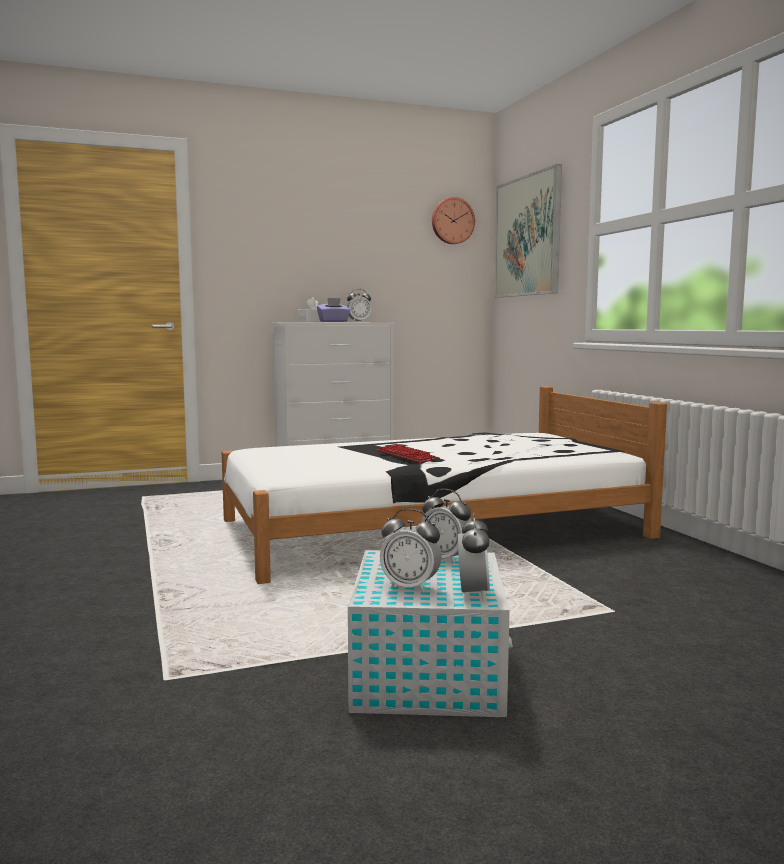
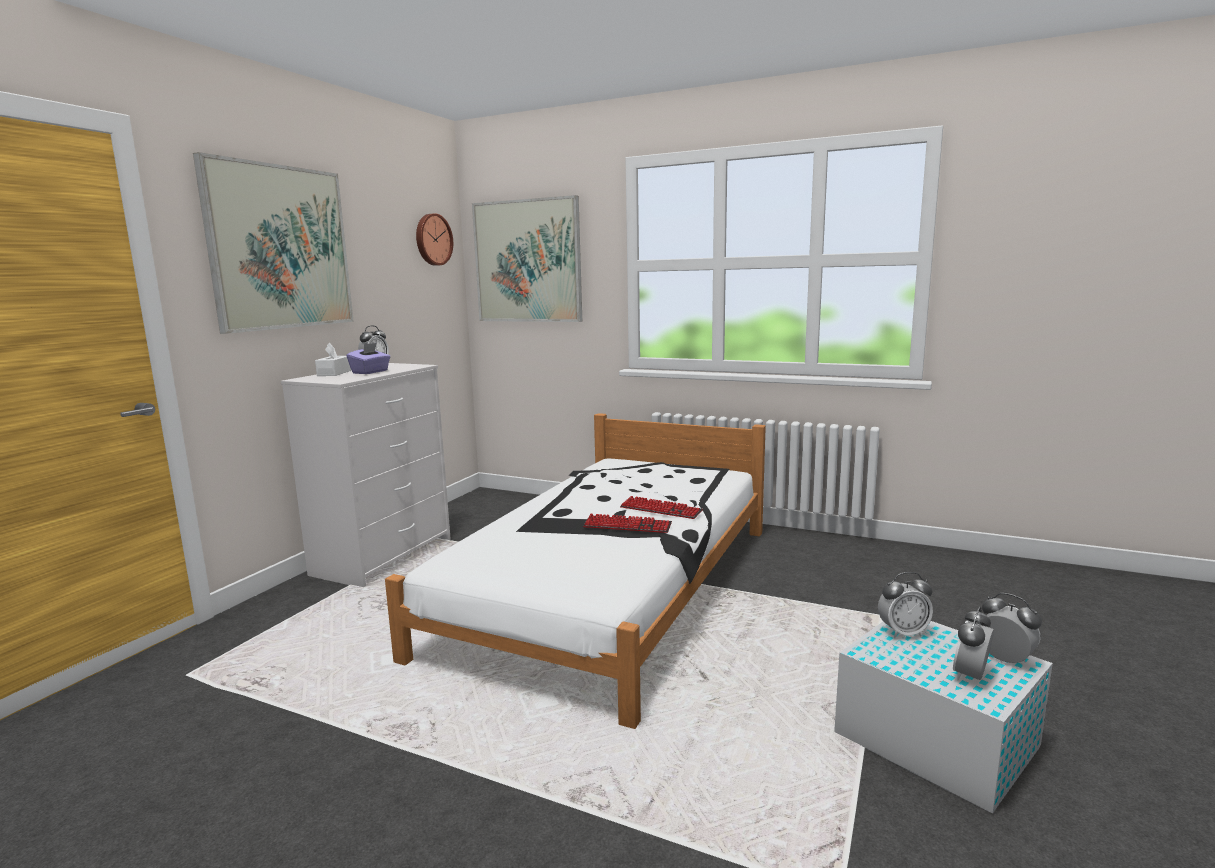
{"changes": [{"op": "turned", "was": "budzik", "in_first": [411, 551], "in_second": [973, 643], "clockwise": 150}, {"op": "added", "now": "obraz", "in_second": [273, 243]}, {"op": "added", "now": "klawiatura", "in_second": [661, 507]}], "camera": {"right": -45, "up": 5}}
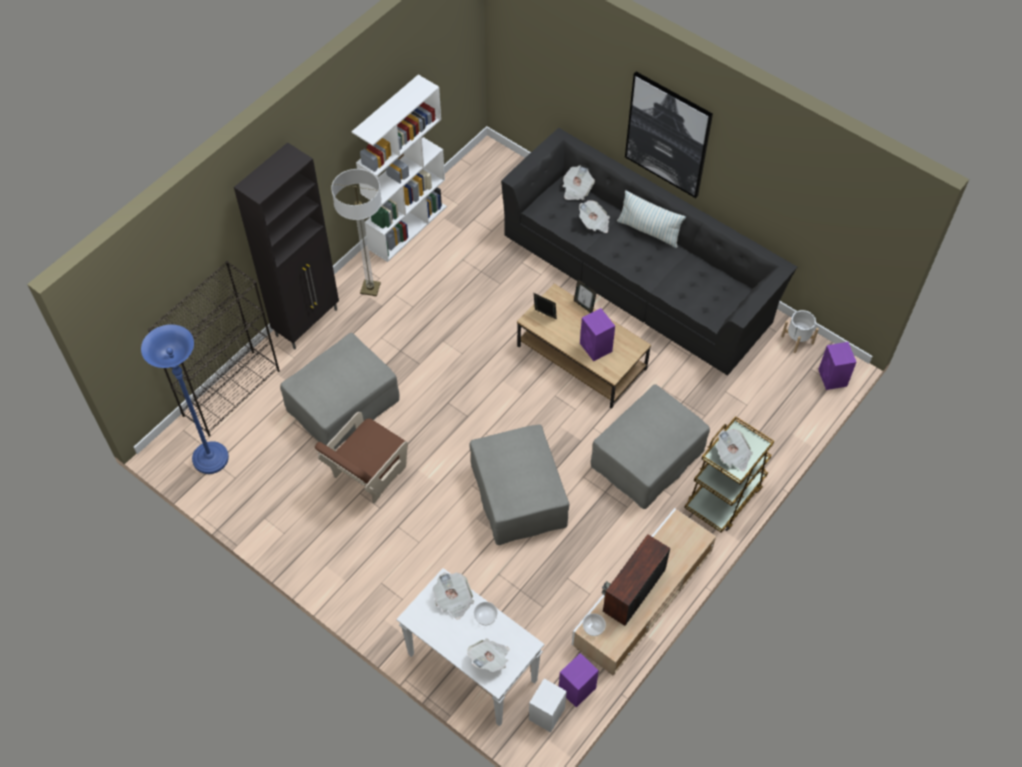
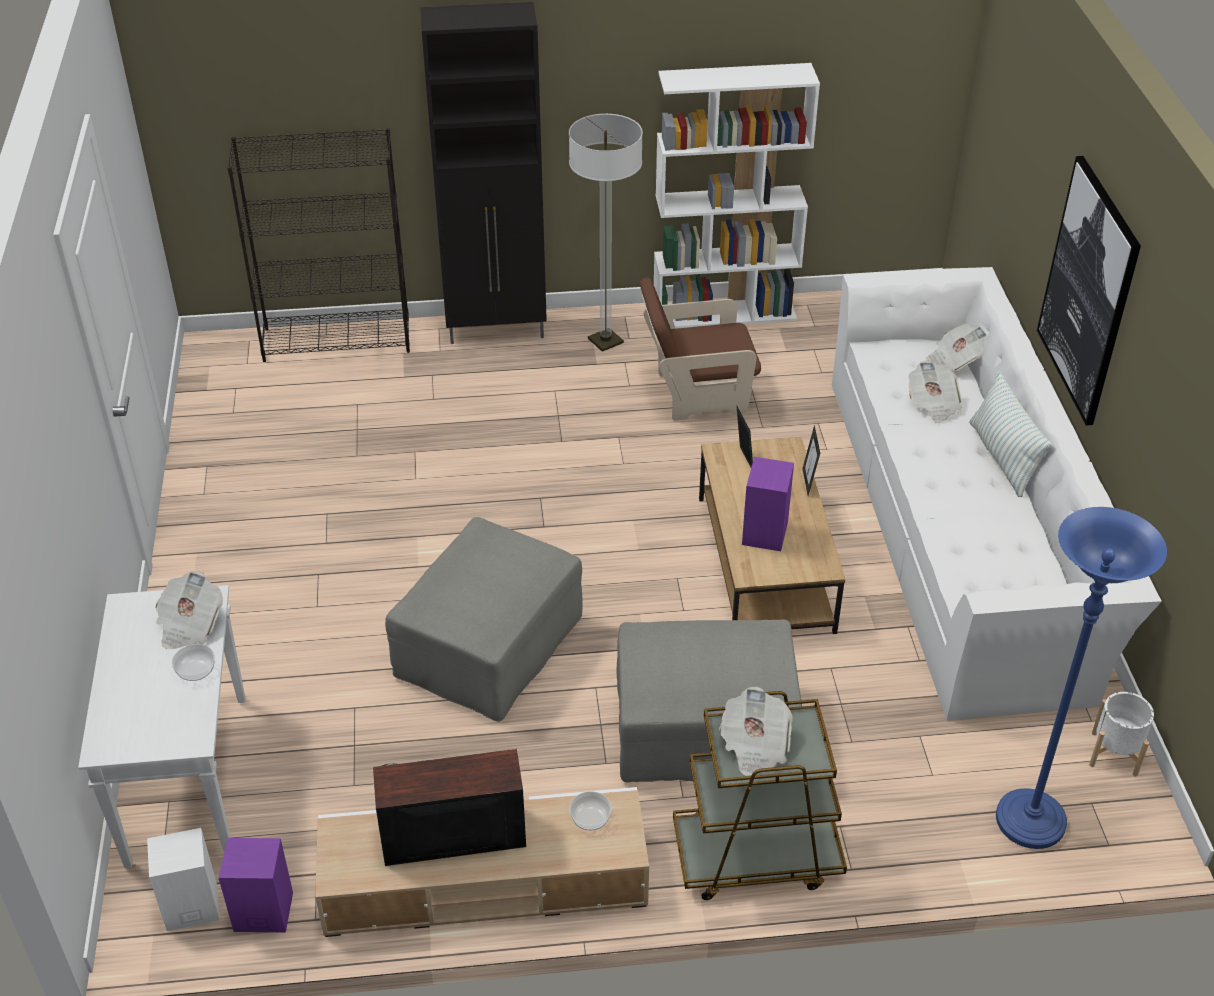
{"changes": [{"op": "recoloured", "was": "kanapa (czarny)", "now": "kanapa (biały)", "in_first": [649, 252], "in_second": [997, 493]}, {"op": "moved", "was": "lampa stojąca (niebieski)", "in_first": [185, 399], "in_second": [1081, 678]}, {"op": "removed", "was": "pufa (szary)", "in_first": [339, 391]}, {"op": "removed", "was": "głośnik (fioletowy)", "in_first": [837, 366]}, {"op": "moved", "was": "fotel (brązowy)", "in_first": [361, 458], "in_second": [700, 348]}, {"op": "moved", "was": "miska", "in_first": [594, 624], "in_second": [590, 810]}, {"op": "removed", "was": "gazeta", "in_first": [488, 655]}], "camera": {"right": 45, "up": -15}}
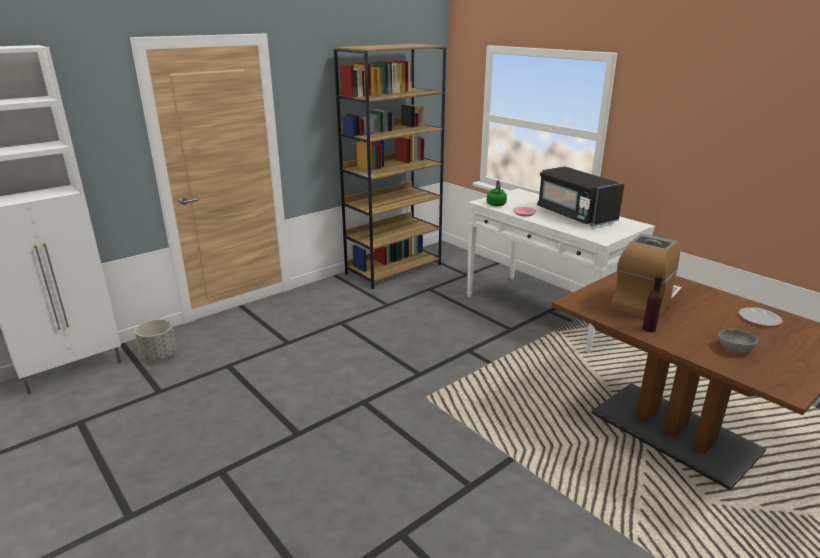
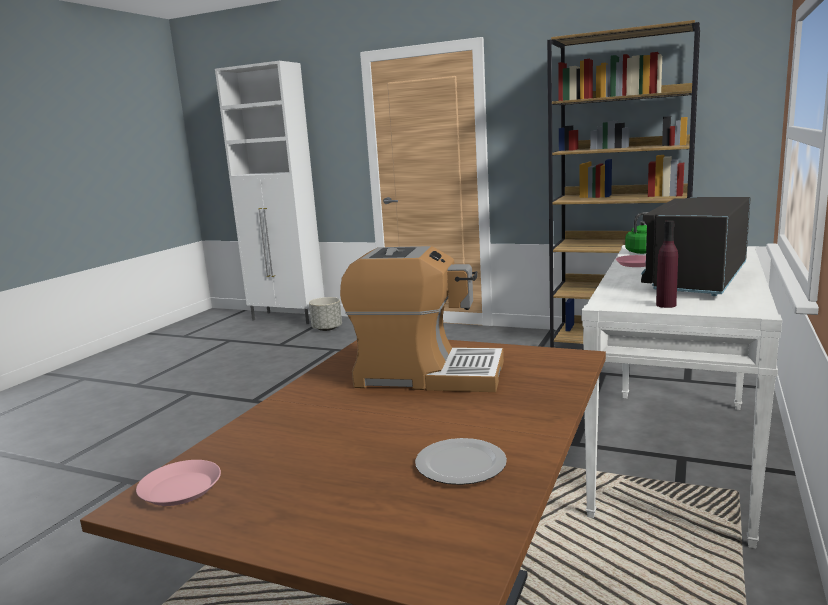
{"changes": [{"op": "moved", "was": "butelka (fioletowy)", "in_first": [652, 304], "in_second": [667, 264]}, {"op": "removed", "was": "miska (szary)", "in_first": [738, 341]}, {"op": "added", "now": "talerz (różowy)", "in_second": [178, 483]}], "camera": {"right": 65, "up": -10}}
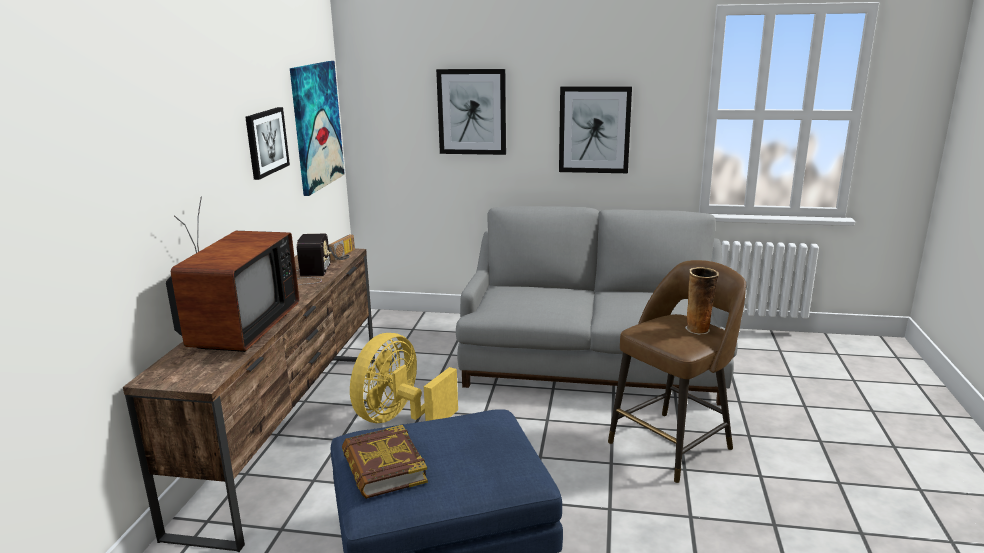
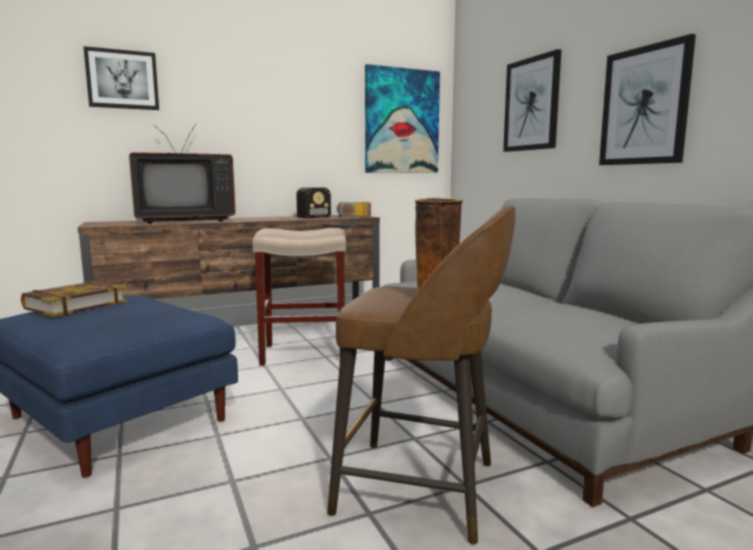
{"changes": [{"op": "moved", "was": "obraz", "in_first": [267, 143], "in_second": [121, 78]}, {"op": "replaced", "was": "wentylator (żółty)", "now": "stołek (beżowy)", "in_first": [404, 378], "in_second": [299, 296]}], "camera": {"right": 55, "up": -10}}
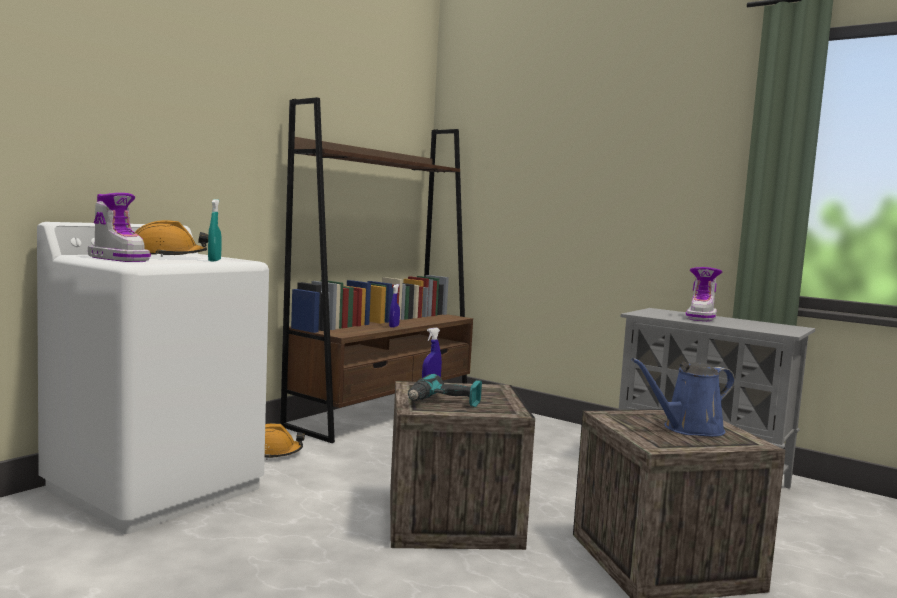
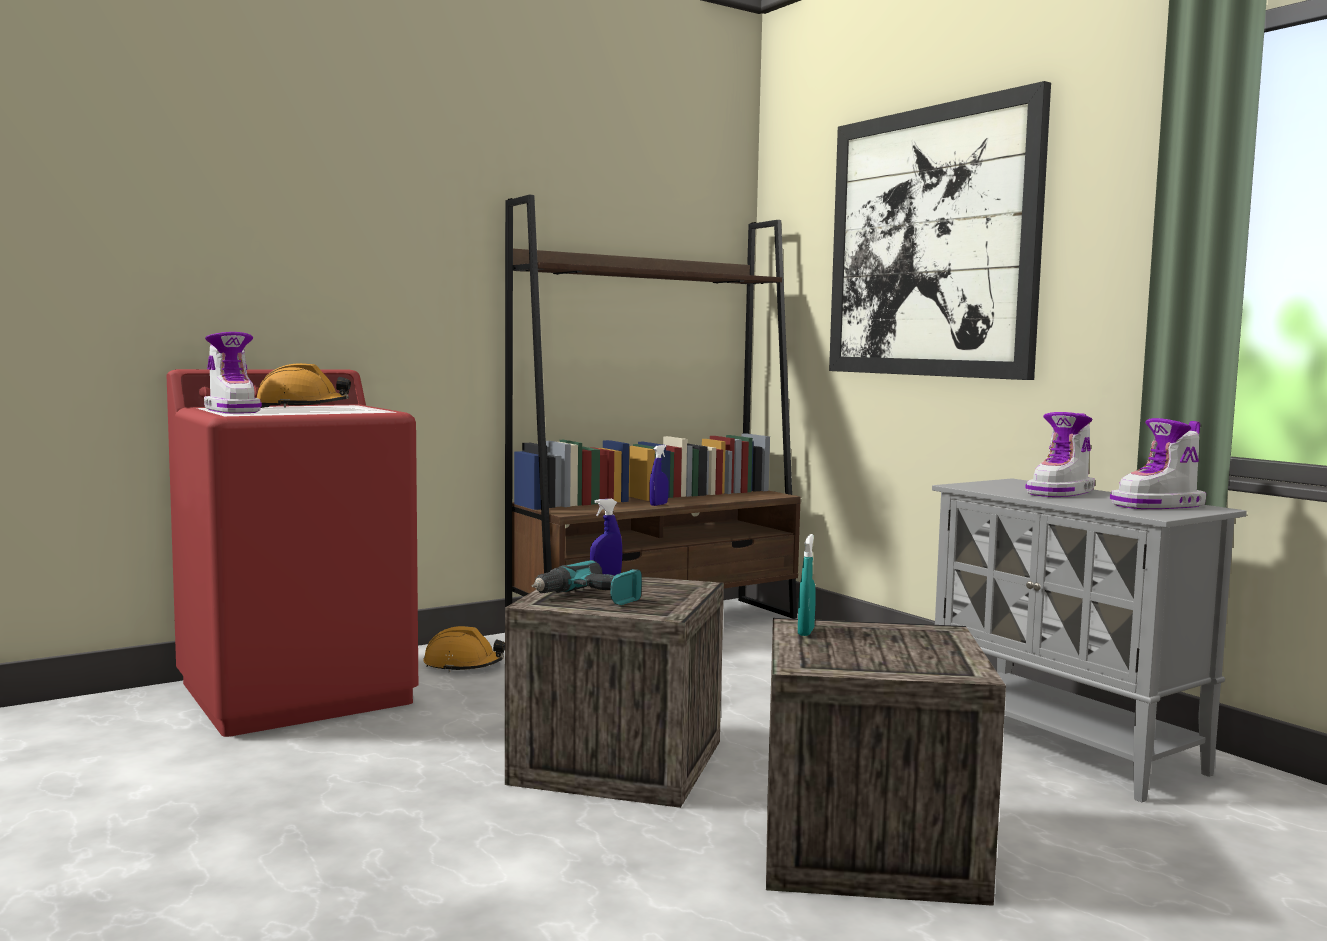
{"changes": [{"op": "moved", "was": "spryskiwacz (turkusowy)", "in_first": [215, 230], "in_second": [807, 585]}, {"op": "recoloured", "was": "pralka (biały)", "now": "pralka (czerwony)", "in_first": [153, 378], "in_second": [292, 553]}, {"op": "removed", "was": "konewka (niebieski)", "in_first": [683, 397]}, {"op": "added", "now": "obraz", "in_second": [940, 230]}, {"op": "added", "now": "but z cholewką", "in_second": [1158, 463]}], "camera": {"right": 20, "up": 0}}
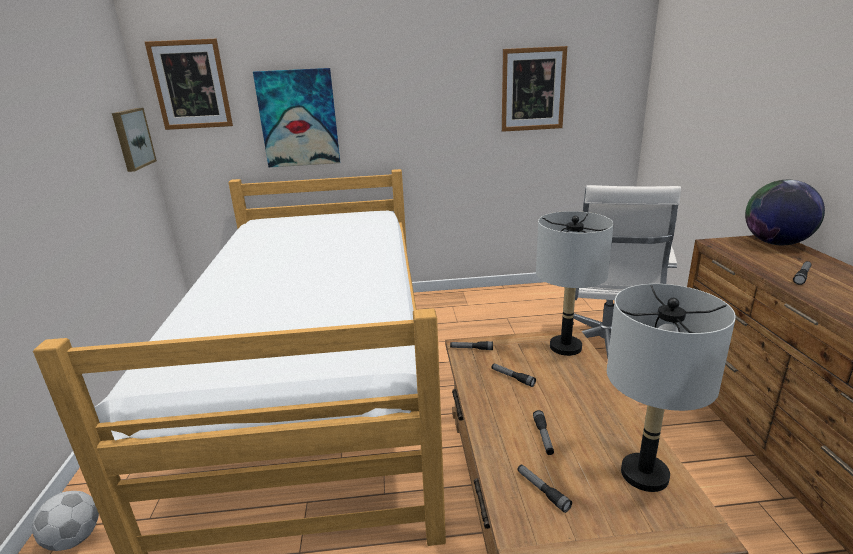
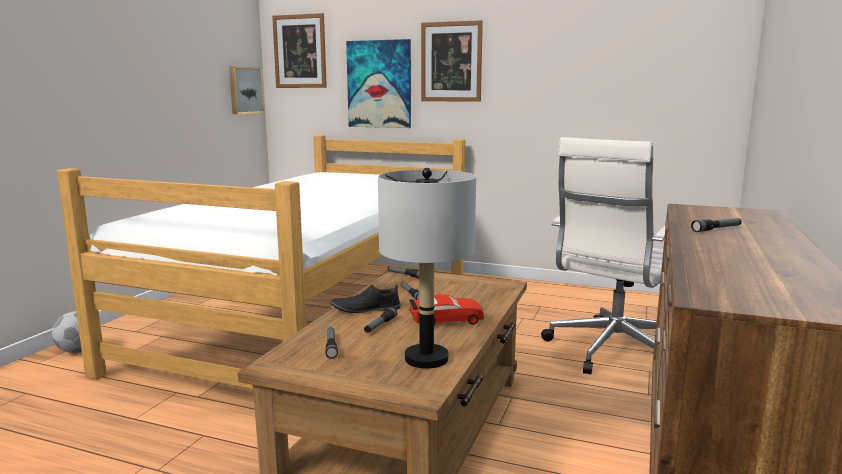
{"changes": [{"op": "moved", "was": "obraz", "in_first": [534, 89], "in_second": [452, 61]}, {"op": "removed", "was": "globus", "in_first": [785, 212]}, {"op": "removed", "was": "lampa stołowa (szary)", "in_first": [575, 283]}, {"op": "added", "now": "but (czarny)", "in_second": [365, 299]}, {"op": "added", "now": "samochodzik (czerwony)", "in_second": [446, 309]}], "camera": {"right": 25, "up": -10}}
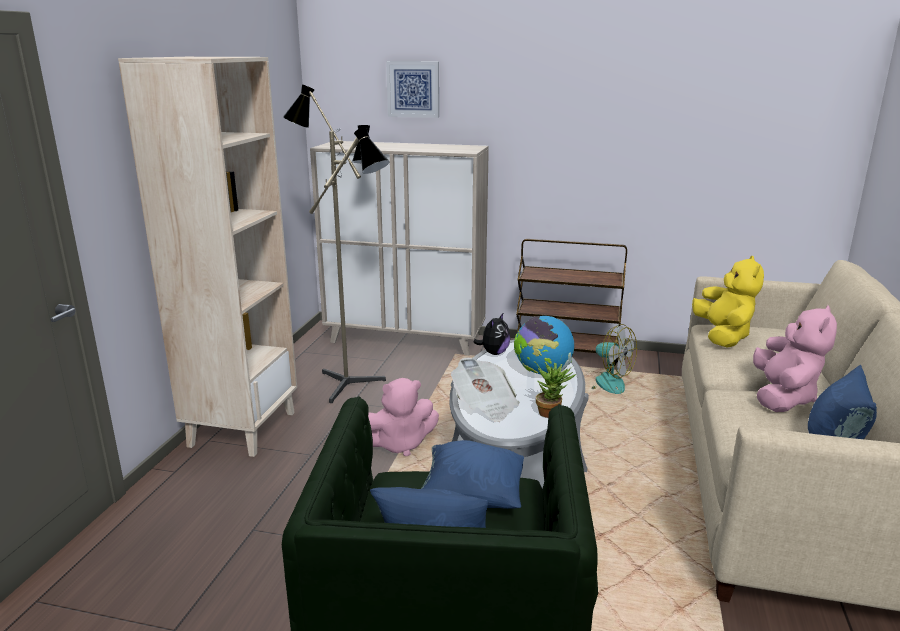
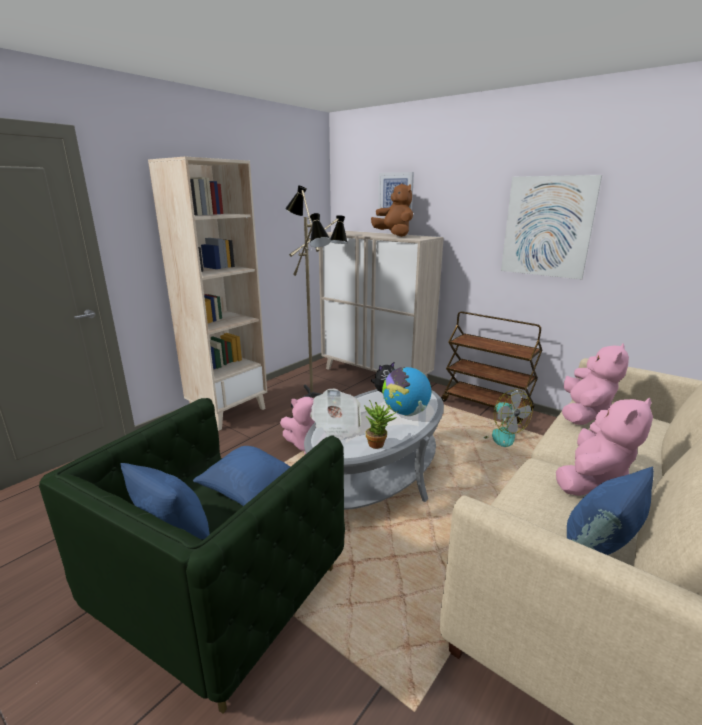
{"changes": [{"op": "recoloured", "was": "pluszak (żółty)", "now": "pluszak (różowy)", "in_first": [728, 302], "in_second": [595, 384]}, {"op": "added", "now": "obraz", "in_second": [551, 227]}, {"op": "added", "now": "pluszak (brązowy)", "in_second": [392, 210]}], "camera": {"right": 25, "up": 0}}
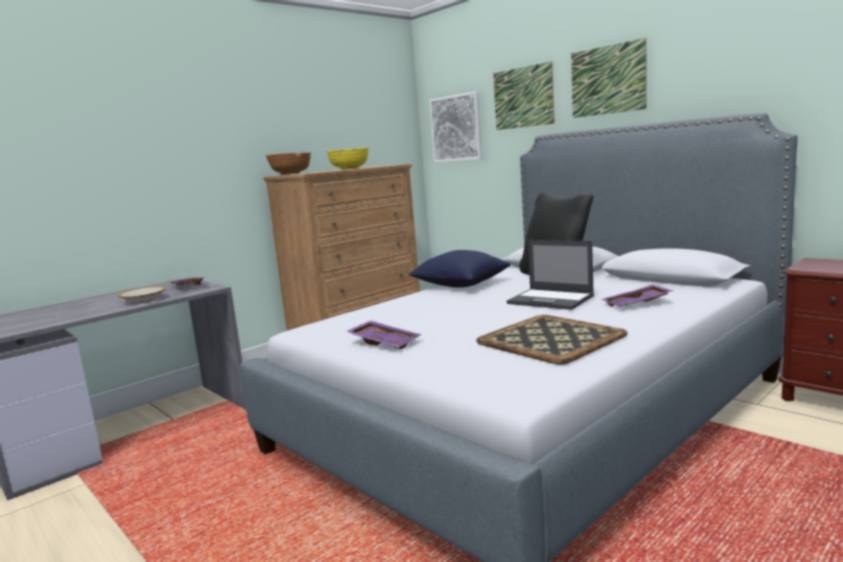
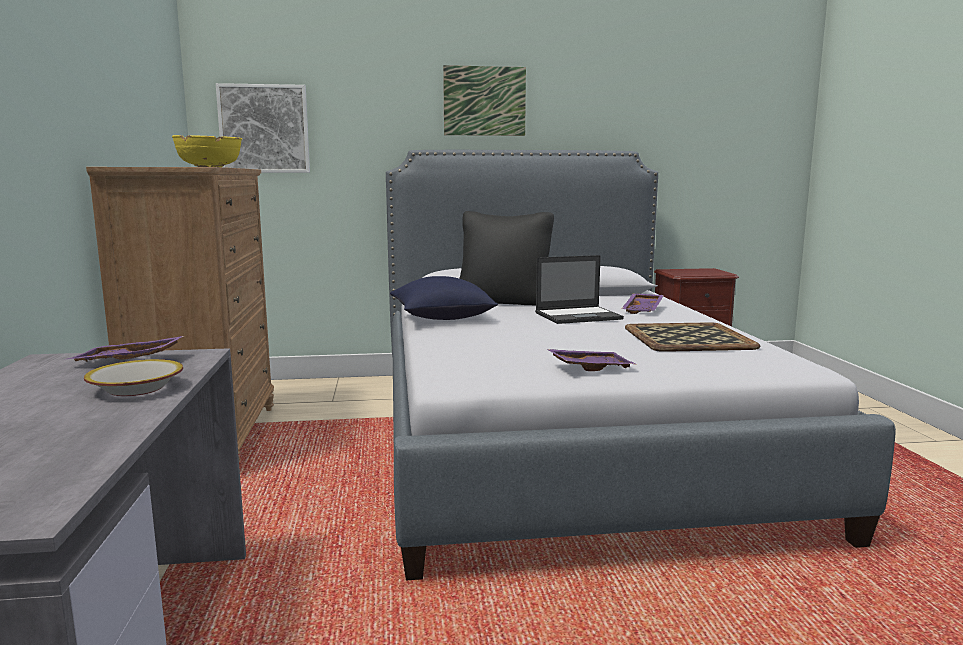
{"changes": [{"op": "removed", "was": "obraz", "in_first": [524, 95]}, {"op": "removed", "was": "miska (brązowy)", "in_first": [288, 163]}], "camera": {"right": -55, "up": 0}}
